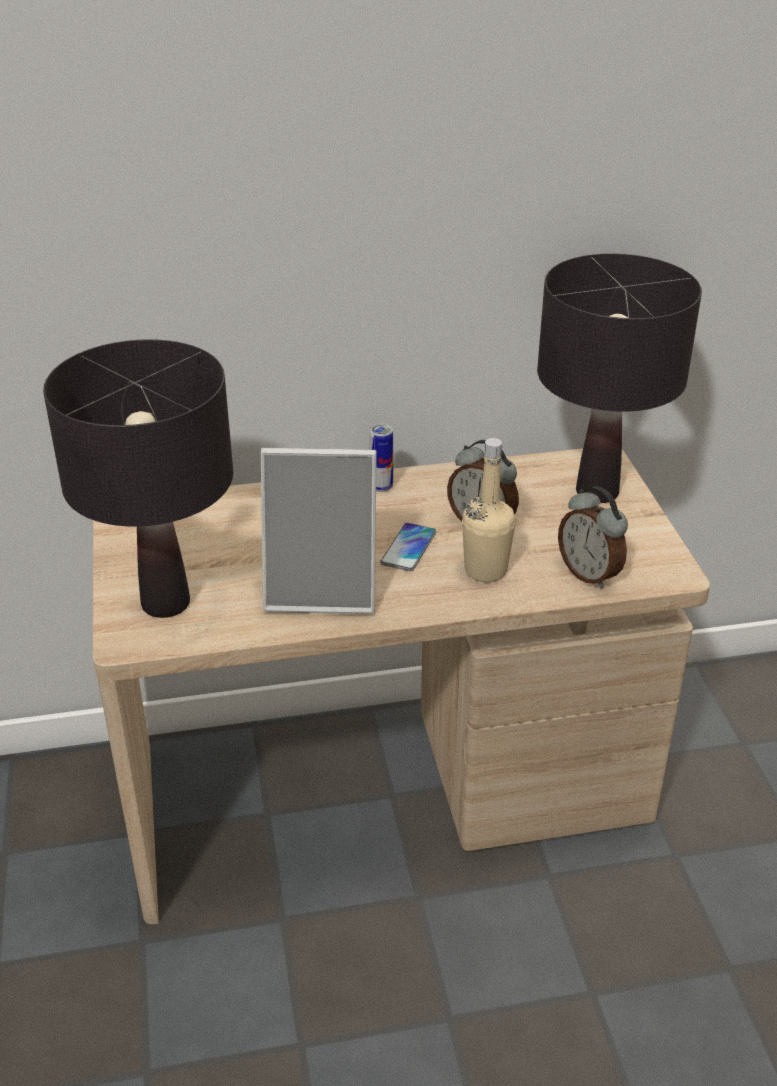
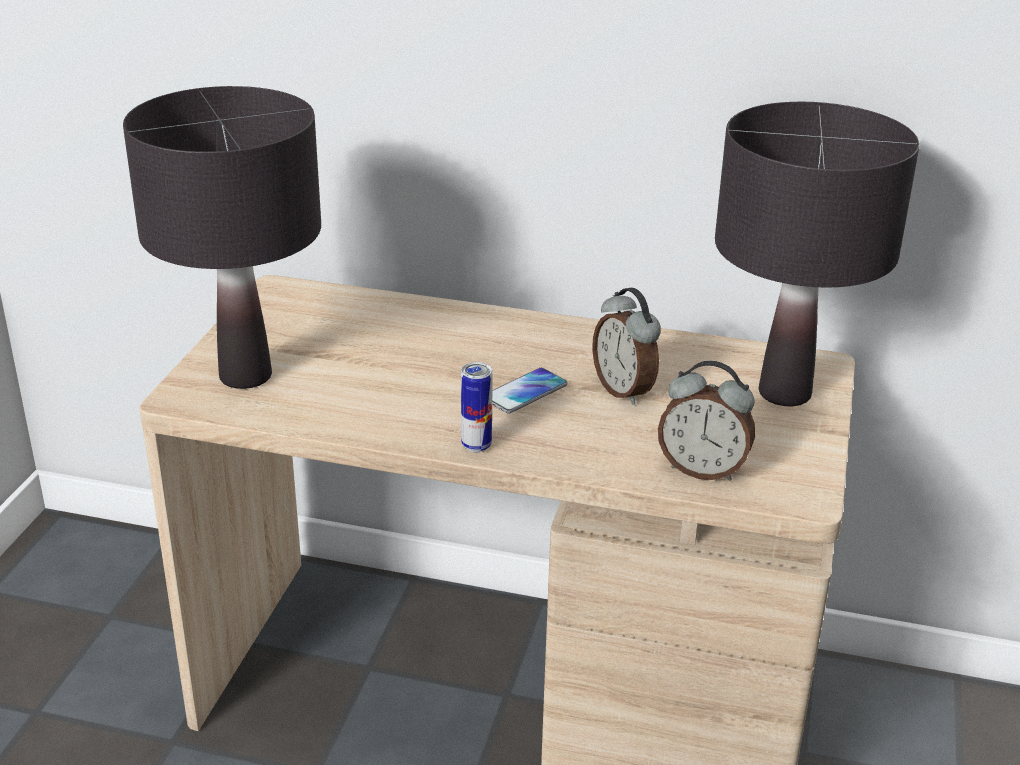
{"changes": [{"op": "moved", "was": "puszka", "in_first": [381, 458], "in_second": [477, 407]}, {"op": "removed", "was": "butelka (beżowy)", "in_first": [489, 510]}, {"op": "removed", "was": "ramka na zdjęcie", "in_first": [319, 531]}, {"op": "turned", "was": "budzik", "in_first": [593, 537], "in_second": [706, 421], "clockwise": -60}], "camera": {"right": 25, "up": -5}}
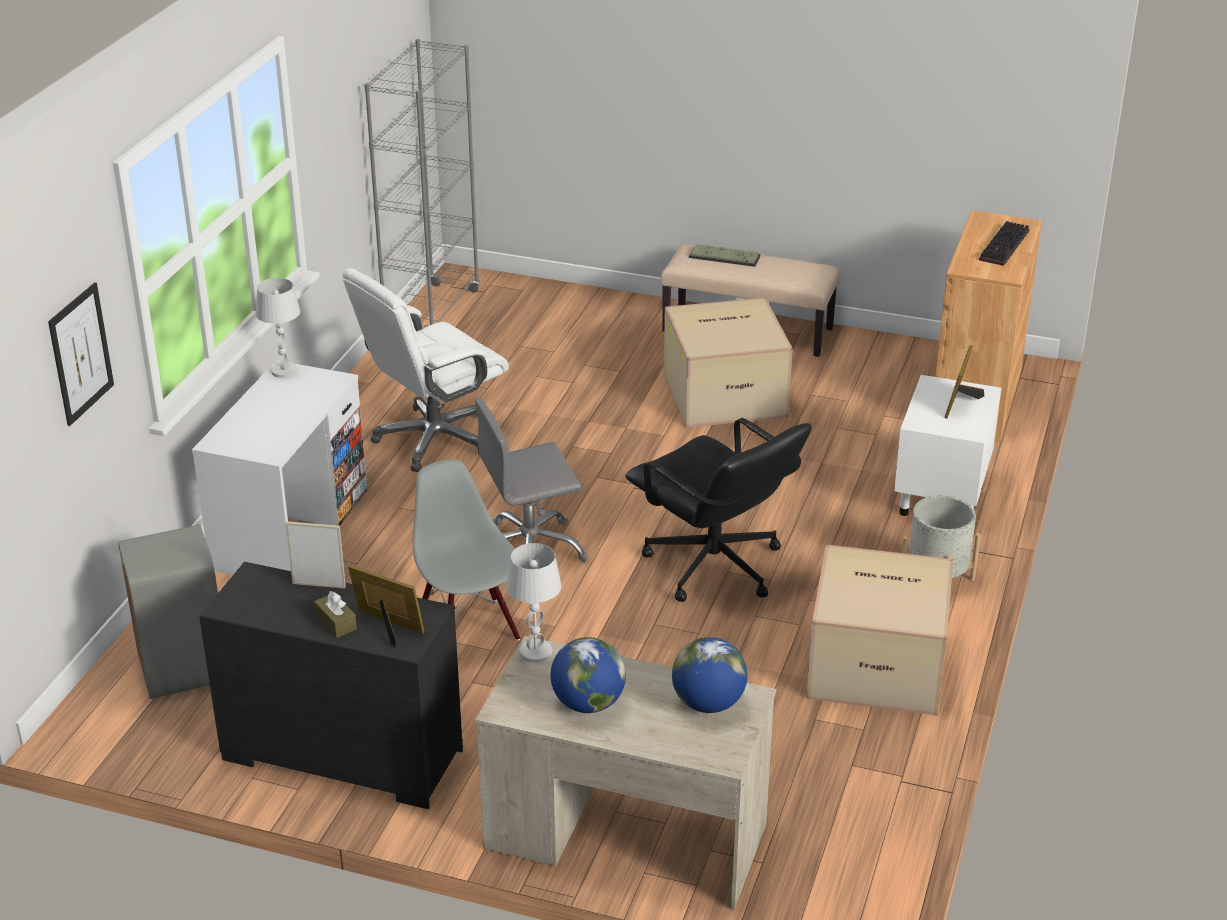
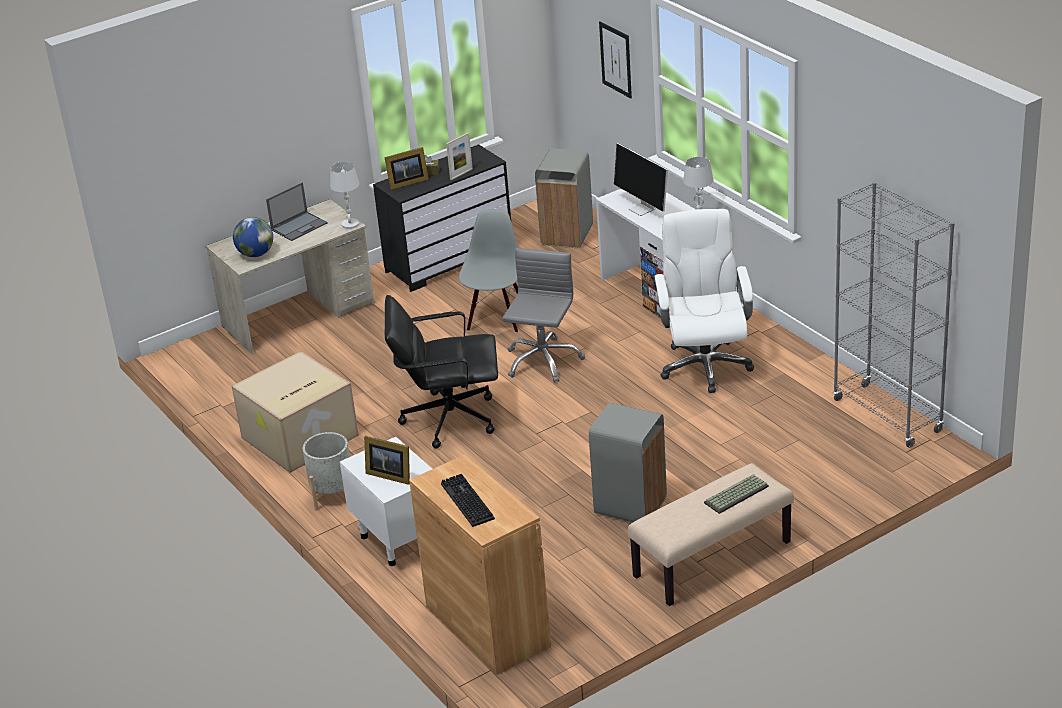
{"changes": [{"op": "replaced", "was": "karton", "now": "kosz na śmieci (szary)", "in_first": [728, 362], "in_second": [628, 462]}, {"op": "turned", "was": "ramka na zdjęcie", "in_first": [964, 382], "in_second": [387, 460], "clockwise": 150}, {"op": "turned", "was": "krzesło (szary)", "in_first": [466, 549], "in_second": [488, 271], "clockwise": -90}, {"op": "replaced", "was": "globus", "now": "laptop", "in_first": [588, 675], "in_second": [296, 211]}, {"op": "added", "now": "monitor", "in_second": [641, 179]}], "camera": {"right": 130, "up": 0}}
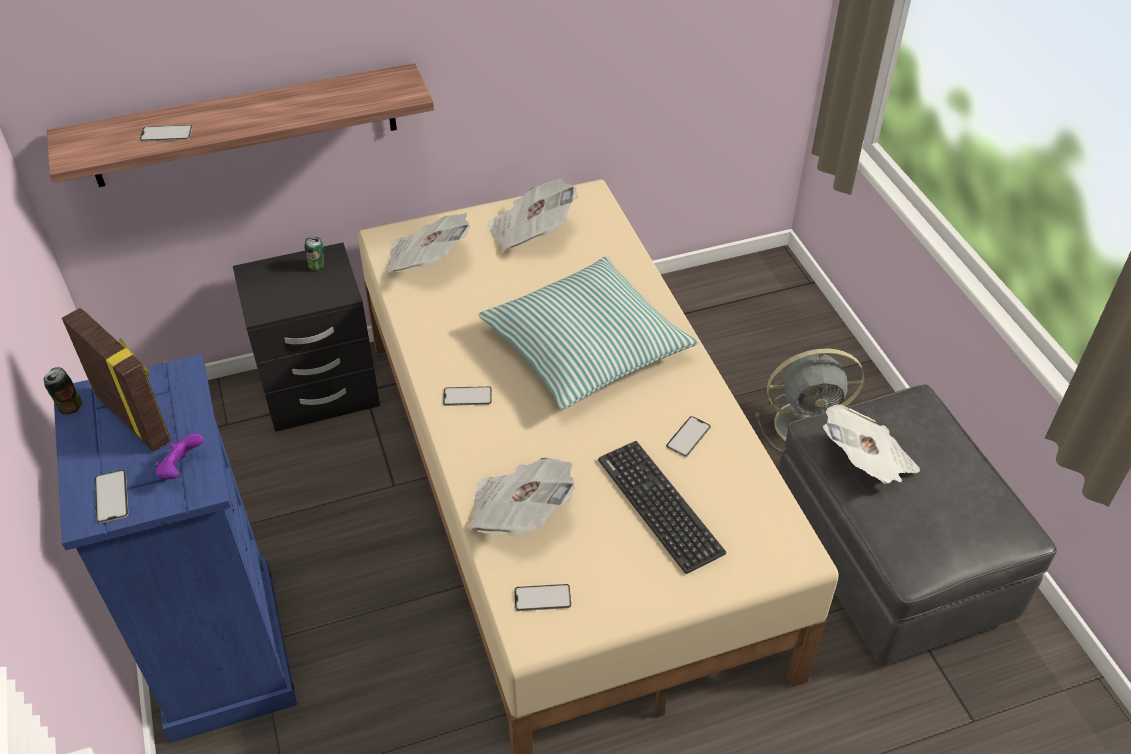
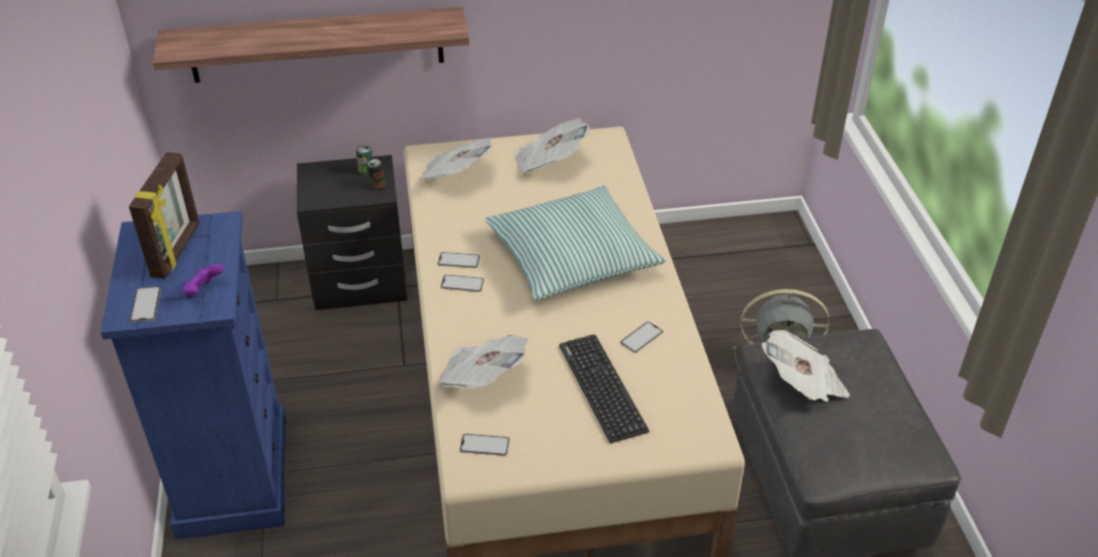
{"changes": [{"op": "moved", "was": "telefon", "in_first": [166, 133], "in_second": [459, 260]}, {"op": "turned", "was": "ramka na zdjęcie", "in_first": [116, 380], "in_second": [164, 215], "clockwise": 45}, {"op": "moved", "was": "puszka", "in_first": [63, 390], "in_second": [376, 174]}], "camera": {"right": 10, "up": -5}}
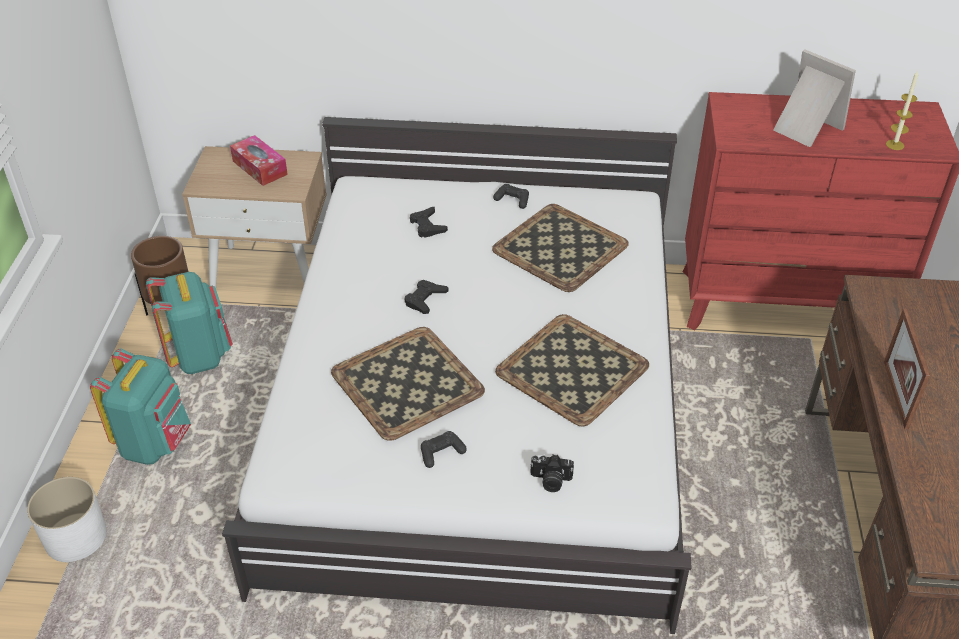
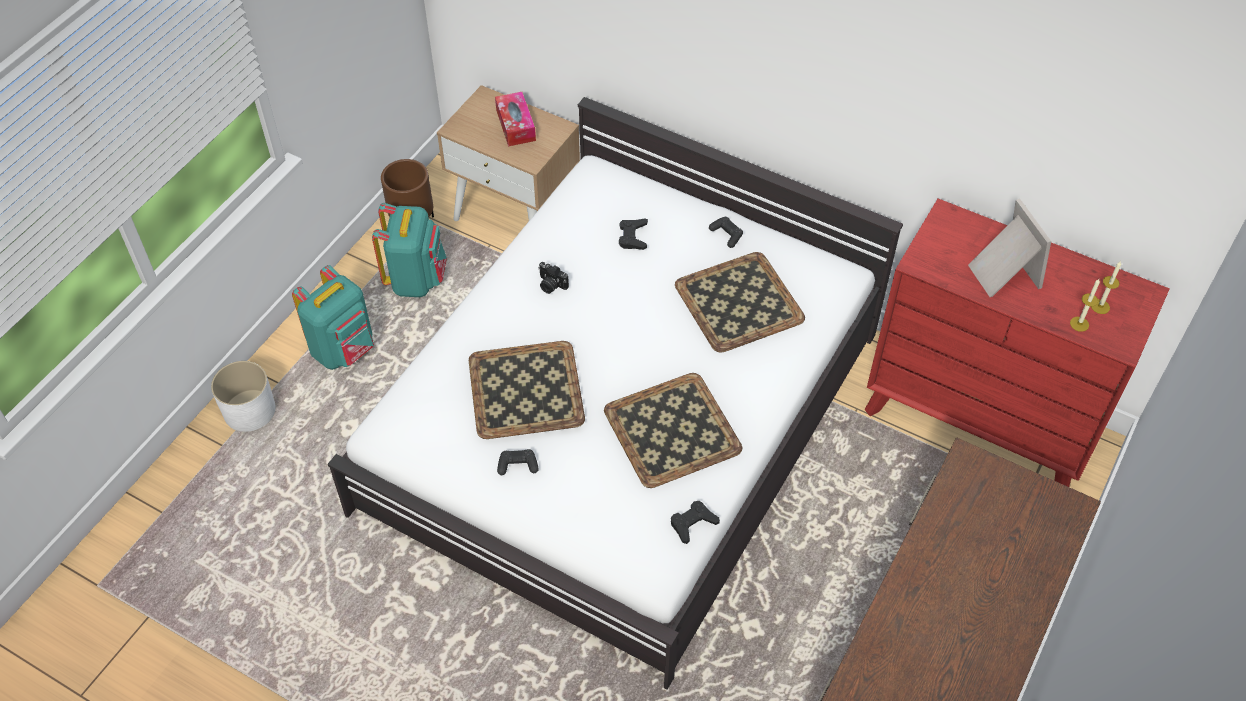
{"changes": [{"op": "moved", "was": "pad do gier (czarny)", "in_first": [427, 297], "in_second": [695, 522]}, {"op": "removed", "was": "ramka na zdjęcie", "in_first": [907, 369]}, {"op": "moved", "was": "aparat fotograficzny", "in_first": [552, 473], "in_second": [553, 278]}], "camera": {"right": 25, "up": 10}}
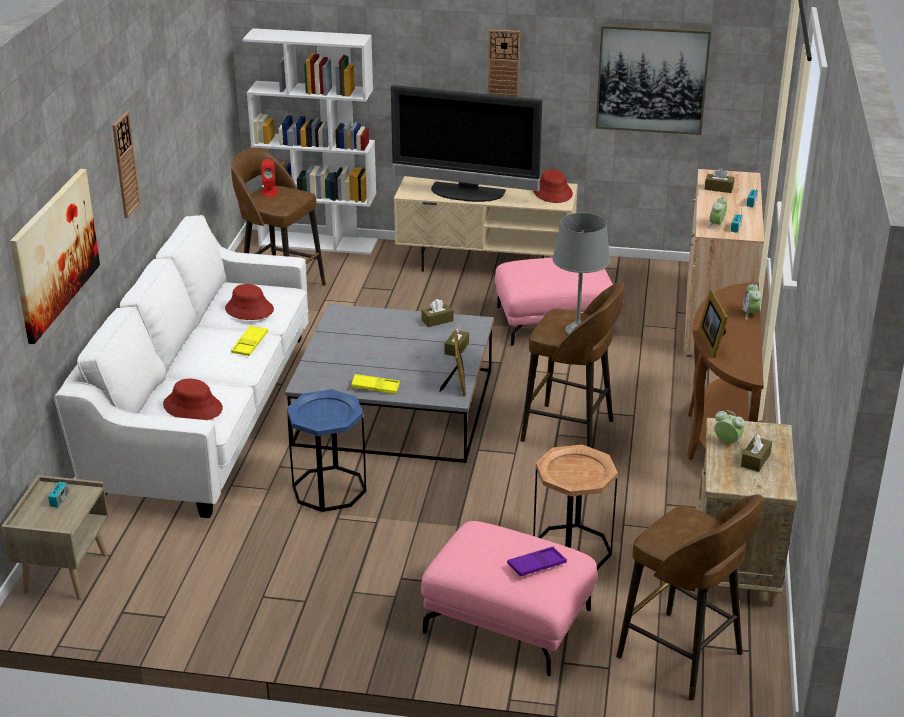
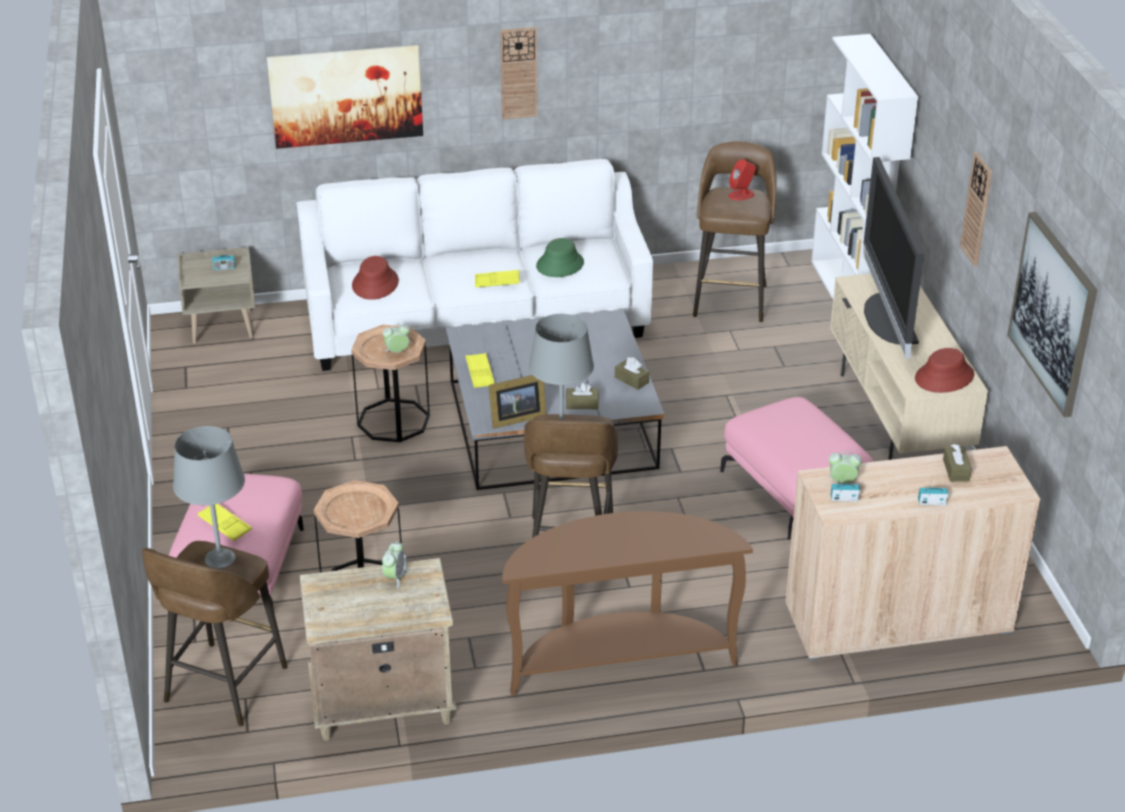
{"changes": [{"op": "moved", "was": "budzik", "in_first": [751, 301], "in_second": [396, 338]}, {"op": "recoloured", "was": "kapelusz (czerwony)", "now": "kapelusz (zielony)", "in_first": [249, 302], "in_second": [560, 257]}, {"op": "removed", "was": "ramka na zdjęcie", "in_first": [713, 324]}, {"op": "recoloured", "was": "stolik (niebieski)", "now": "stolik (brązowy)", "in_first": [326, 450], "in_second": [390, 383]}, {"op": "removed", "was": "pudełko chusteczek (brązowy)", "in_first": [756, 453]}, {"op": "recoloured", "was": "taca (fioletowy)", "now": "taca (żółty)", "in_first": [537, 561], "in_second": [224, 522]}, {"op": "added", "now": "lampa stołowa (szary)", "in_second": [209, 497]}], "camera": {"right": 70, "up": 5}}
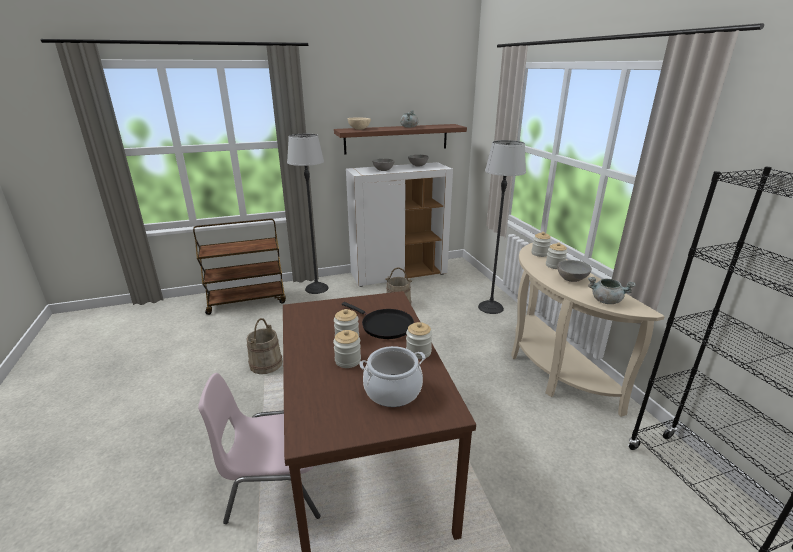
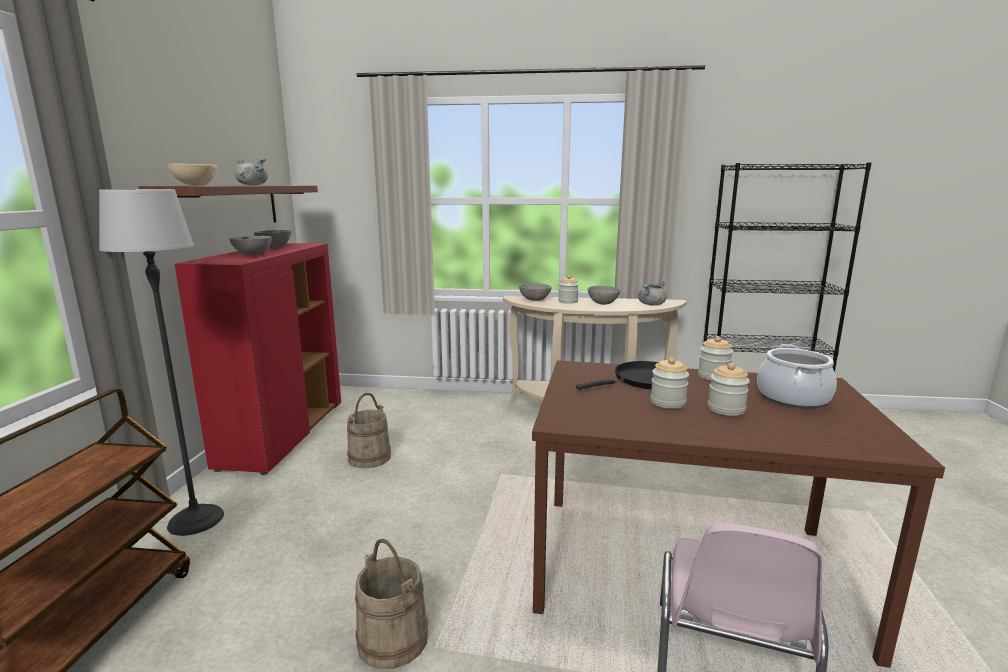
{"changes": [{"op": "removed", "was": "lampa stojąca", "in_first": [502, 227]}, {"op": "recoloured", "was": "szafka (biały)", "now": "szafka (czerwony)", "in_first": [399, 224], "in_second": [258, 359]}, {"op": "replaced", "was": "słoik", "now": "miska (szary)", "in_first": [541, 244], "in_second": [535, 292]}], "camera": {"right": -65, "up": -10}}
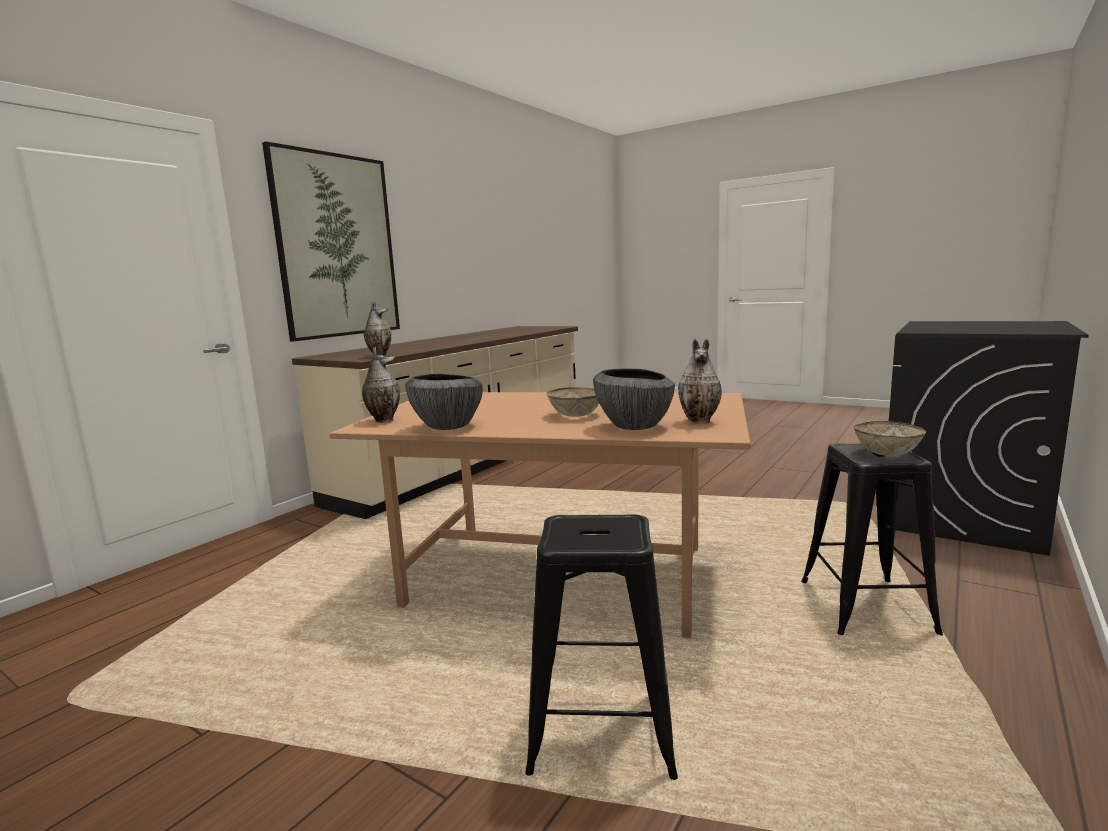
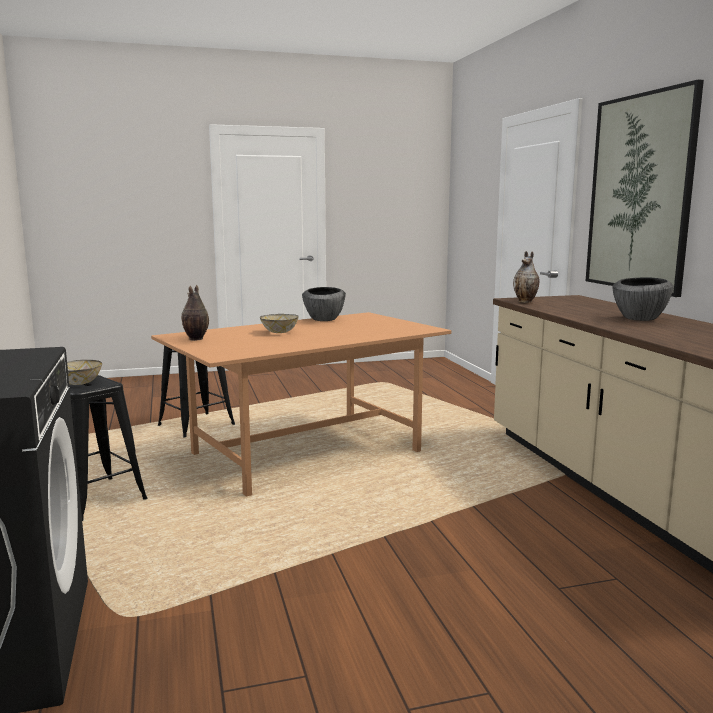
{"changes": [{"op": "removed", "was": "wazon", "in_first": [381, 384]}, {"op": "moved", "was": "miska", "in_first": [634, 399], "in_second": [643, 299]}], "camera": {"right": 130, "up": 0}}
